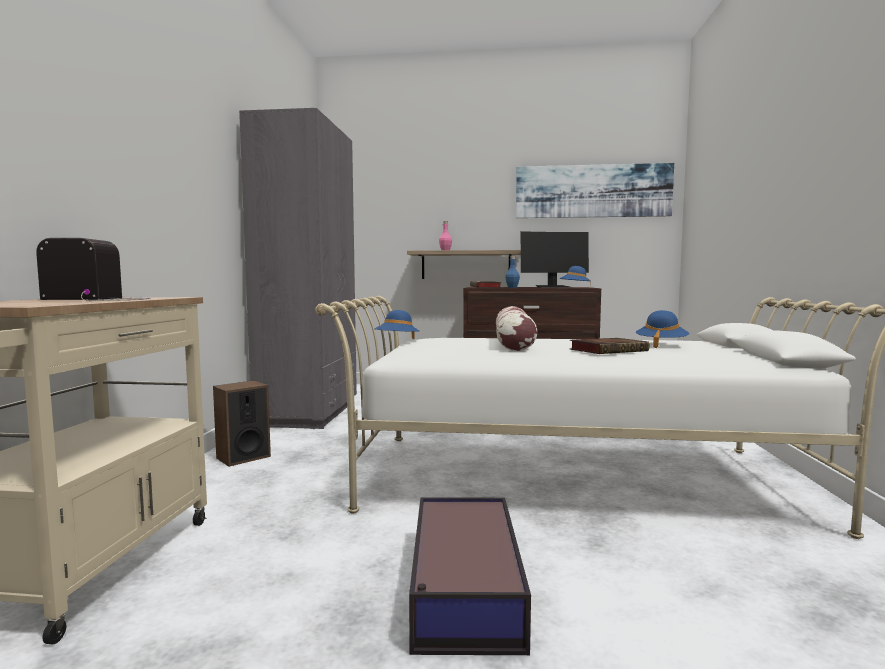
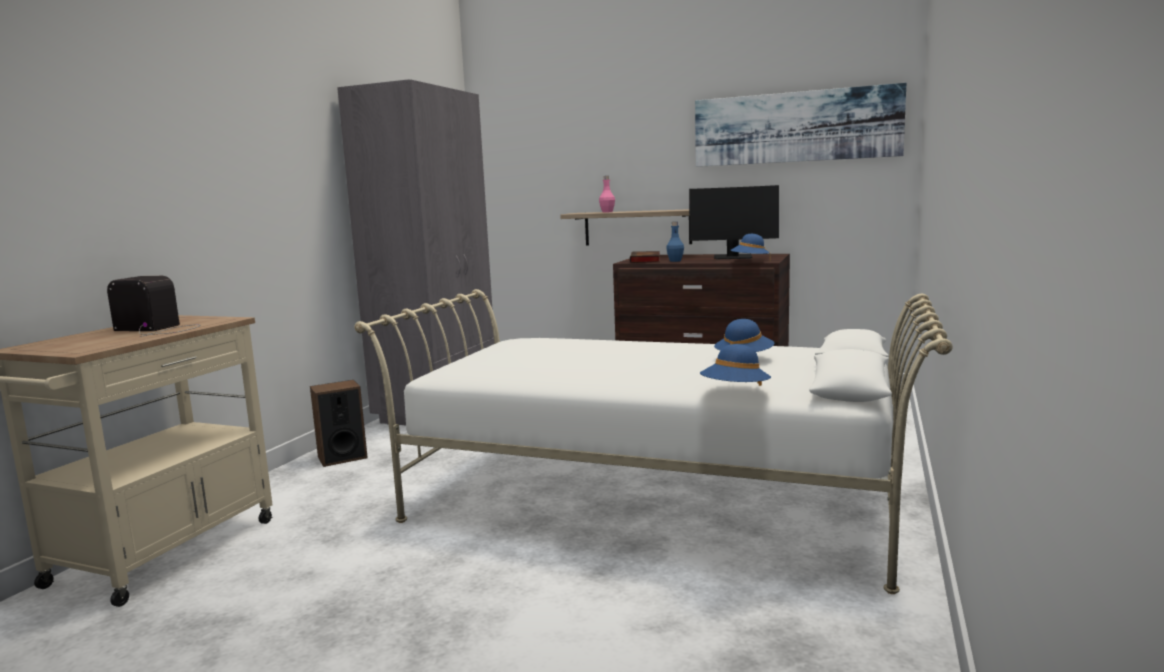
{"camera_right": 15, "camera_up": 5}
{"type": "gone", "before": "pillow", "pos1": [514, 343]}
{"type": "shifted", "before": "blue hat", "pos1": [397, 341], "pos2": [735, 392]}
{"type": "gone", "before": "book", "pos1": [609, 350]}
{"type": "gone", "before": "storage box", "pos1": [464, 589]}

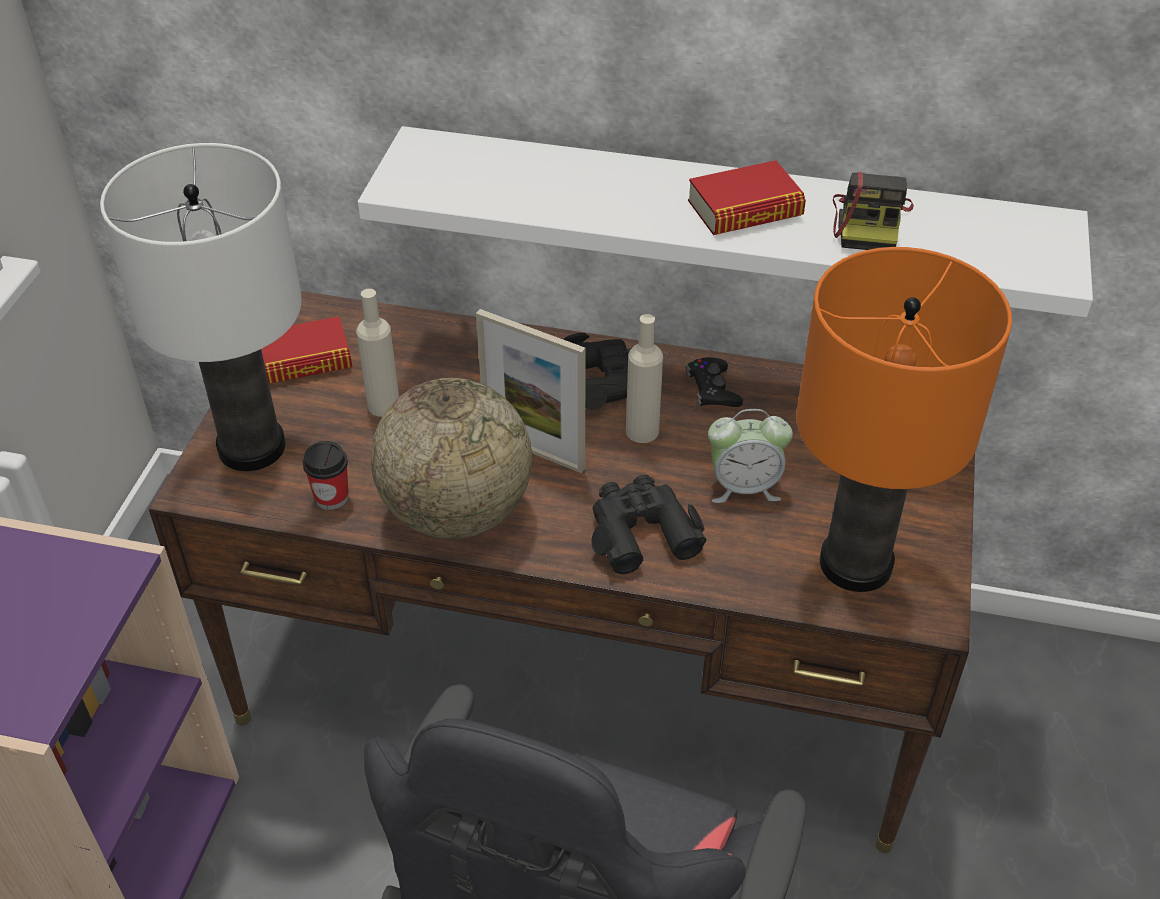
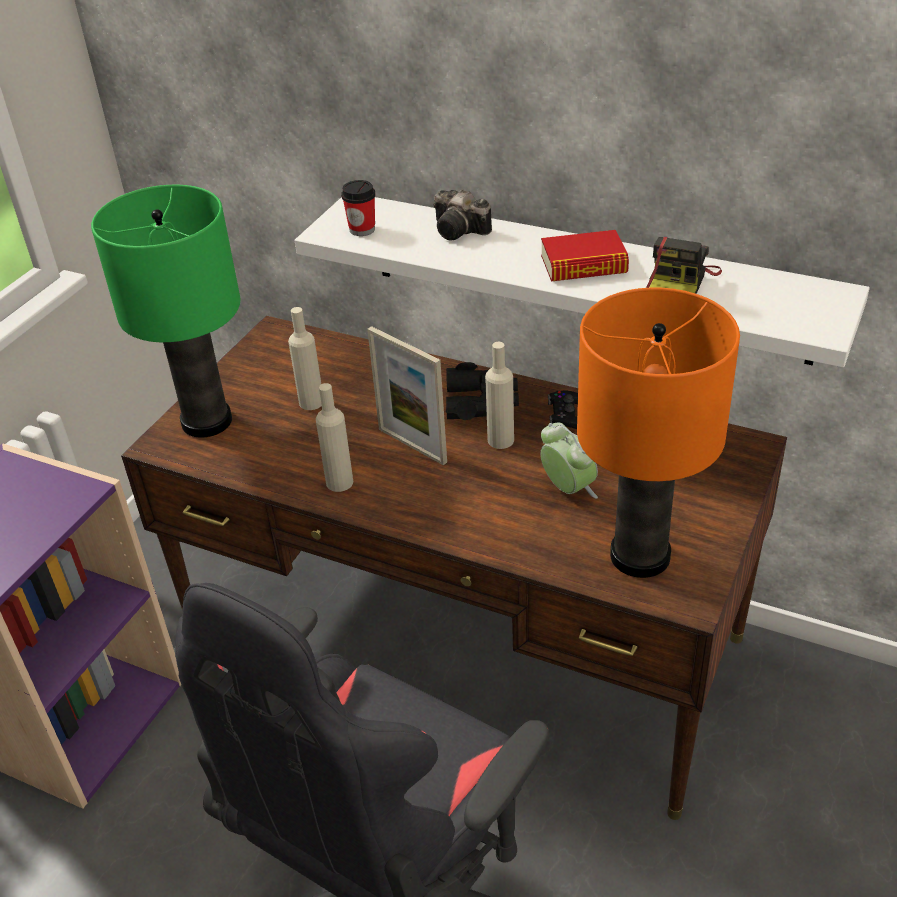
{"camera_right": 15, "camera_up": -5}
{"type": "repainted", "before": "white table lamp", "after": "green table lamp", "pos1": [252, 448], "pos2": [207, 422]}
{"type": "gone", "before": "book", "pos1": [306, 359]}
{"type": "swapped", "before": "globe", "after": "beige bottle", "pos1": [456, 512], "pos2": [339, 482]}
{"type": "rotated", "before": "alarm clock", "pos1": [744, 487], "pos2": [568, 489], "turn": -135}
{"type": "shifted", "before": "cup", "pos1": [331, 497], "pos2": [362, 229]}
{"type": "gone", "before": "black binoculars", "pos1": [641, 531]}
{"type": "new", "after": "photo camera", "pos2": [461, 231]}

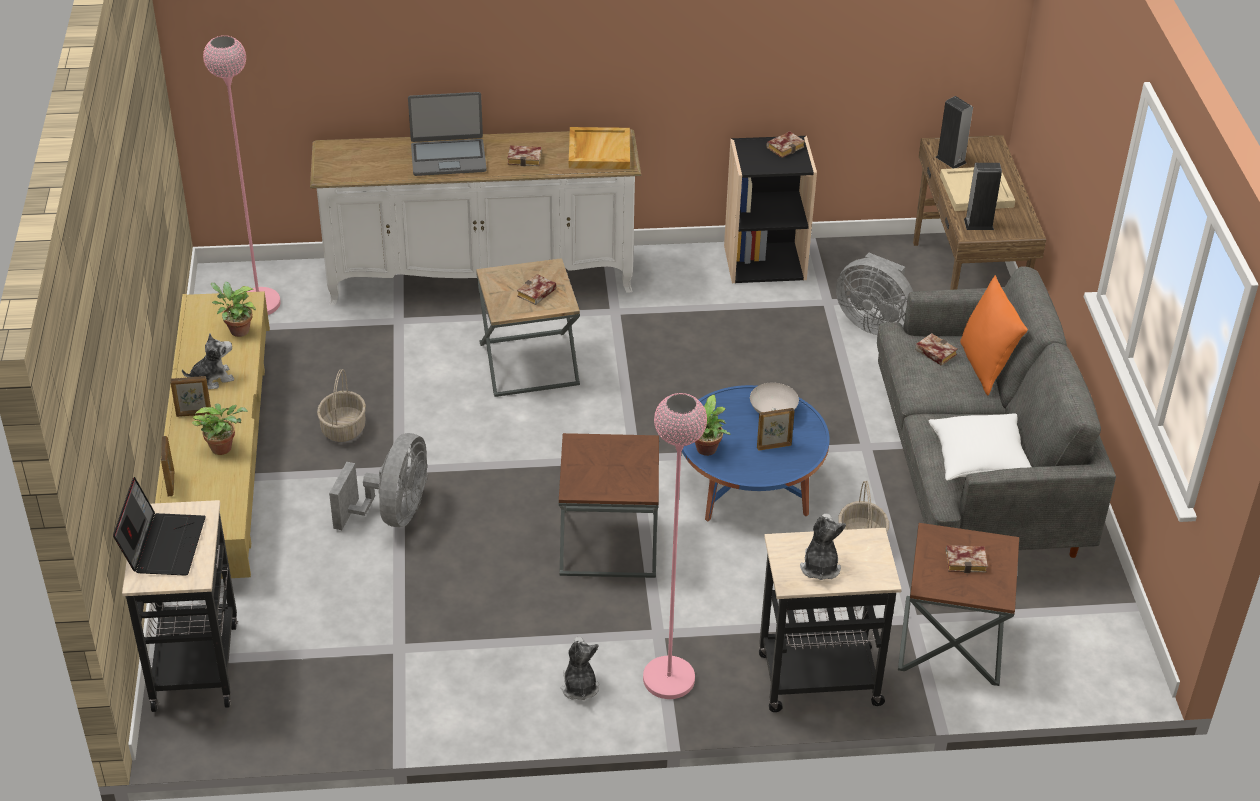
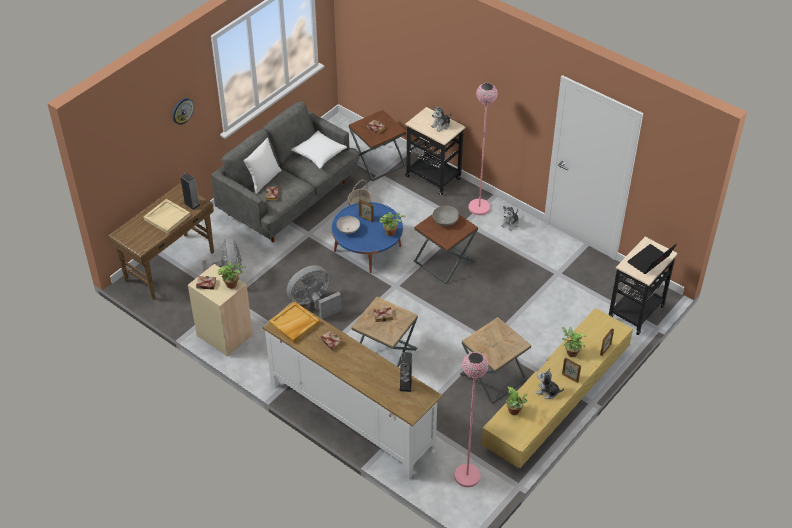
{"camera_right": -135, "camera_up": 5}
{"type": "gone", "before": "laptop", "pos1": [448, 158]}
{"type": "shifted", "before": "speaker", "pos1": [950, 160], "pos2": [405, 384]}
{"type": "repainted", "before": "black bookcase", "after": "beige bookcase", "pos1": [765, 262], "pos2": [223, 335]}
{"type": "repainted", "before": "orange pillow", "after": "white pillow", "pos1": [985, 366], "pos2": [264, 180]}
{"type": "swapped", "before": "basket", "after": "brown side table", "pos1": [343, 428], "pos2": [493, 377]}
{"type": "shifted", "before": "grey fan", "pos1": [393, 514], "pos2": [313, 303]}
{"type": "new", "after": "wall clock", "pos2": [182, 111]}
{"type": "new", "after": "grey bowl", "pos2": [445, 221]}
{"type": "new", "after": "potted plant", "pos2": [233, 284]}

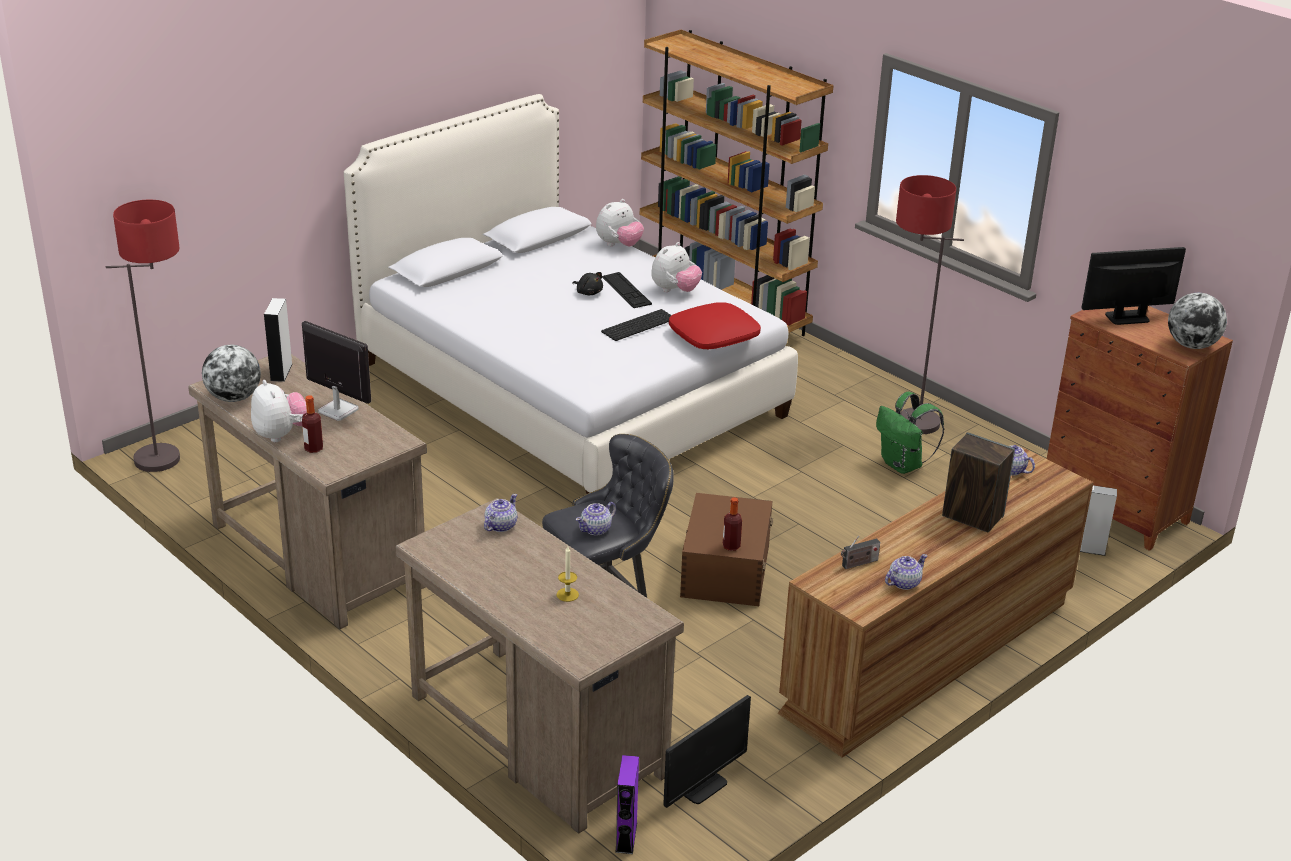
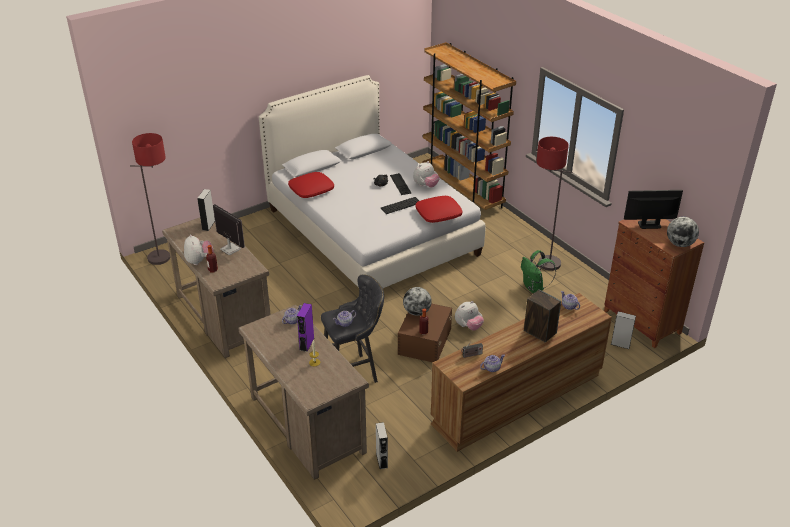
{"camera_right": 10, "camera_up": 5}
{"type": "shifted", "before": "plush toy", "pos1": [619, 245], "pos2": [468, 326]}
{"type": "shifted", "before": "globe", "pos1": [234, 398], "pos2": [417, 312]}
{"type": "swapped", "before": "monitor", "after": "grey speaker", "pos1": [702, 786], "pos2": [382, 460]}
{"type": "shifted", "before": "purple speaker", "pos1": [626, 837], "pos2": [306, 344]}
{"type": "new", "after": "red pillow", "pos2": [311, 189]}

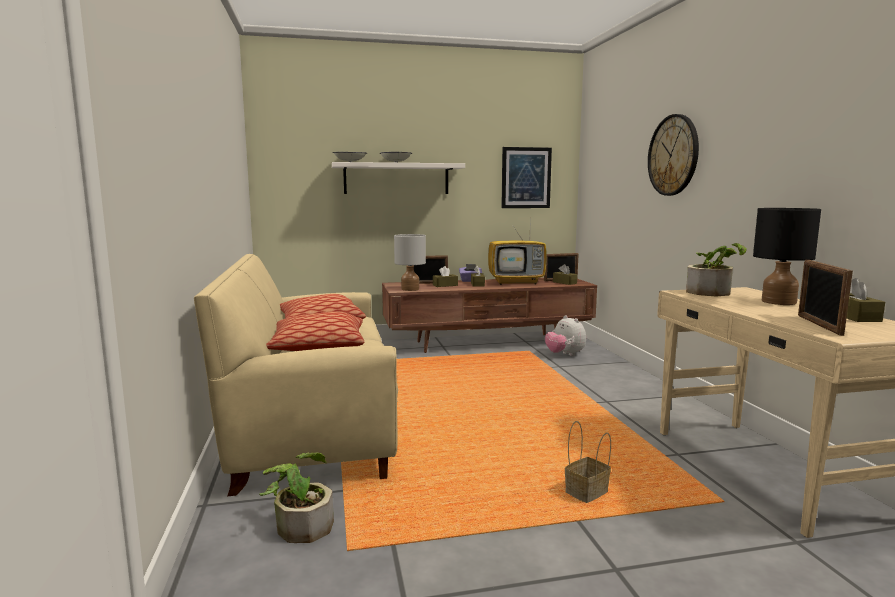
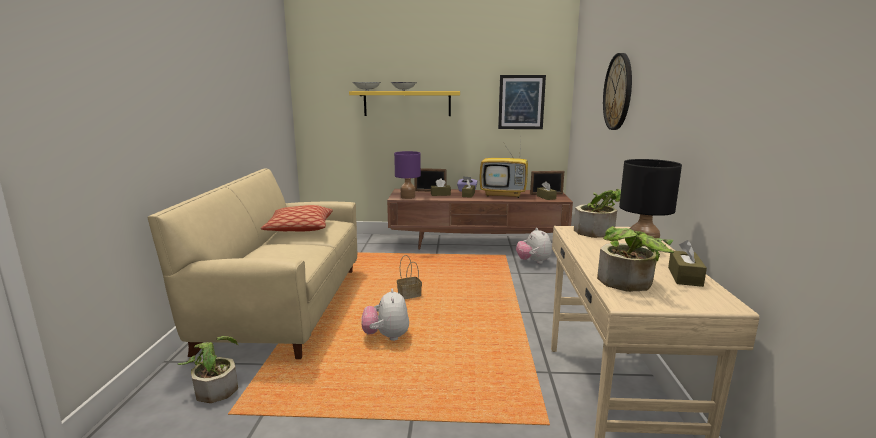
{"camera_right": 15, "camera_up": 5}
{"type": "repainted", "before": "white shelf", "after": "yellow shelf", "pos1": [396, 179], "pos2": [407, 103]}
{"type": "repainted", "before": "grey table lamp", "after": "purple table lamp", "pos1": [410, 289], "pos2": [408, 197]}
{"type": "swapped", "before": "picture frame", "after": "potted plant", "pos1": [819, 325], "pos2": [629, 284]}
{"type": "gone", "before": "pillow", "pos1": [318, 347]}
{"type": "shifted", "before": "basket", "pos1": [586, 493], "pos2": [408, 295]}
{"type": "new", "after": "plush toy", "pos2": [386, 337]}

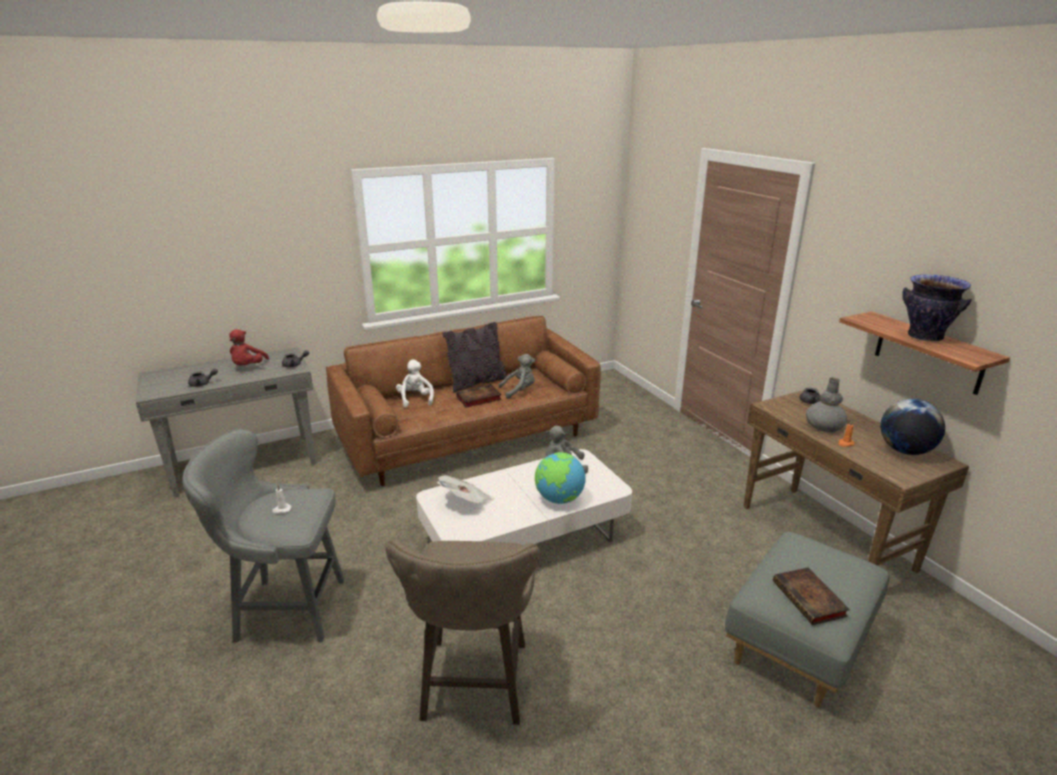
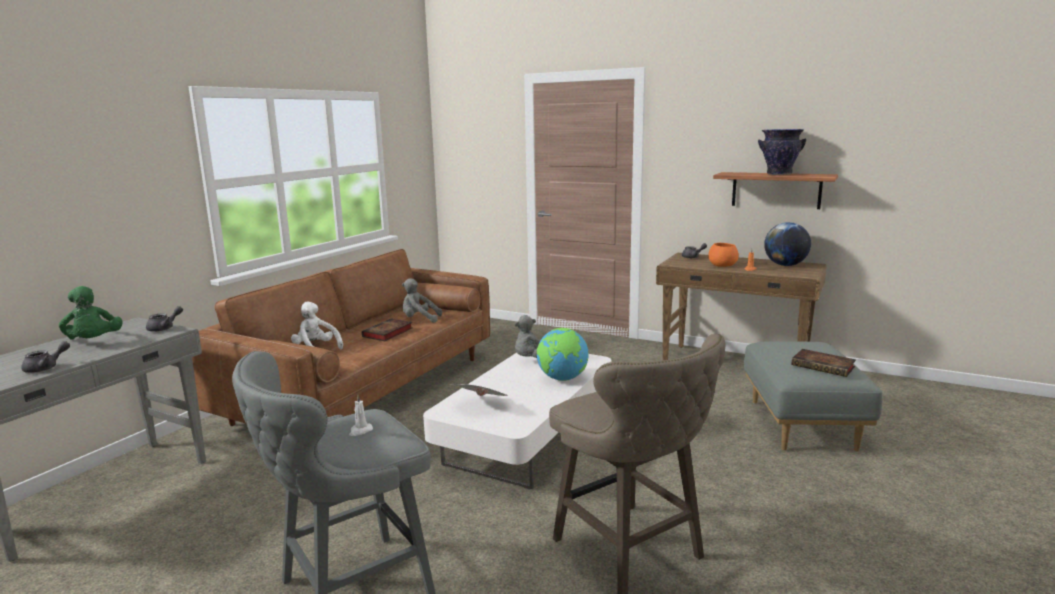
{"camera_right": -35, "camera_up": -10}
{"type": "gone", "before": "black pillow", "pos1": [476, 382]}
{"type": "repainted", "before": "red plush toy", "after": "green plush toy", "pos1": [248, 367], "pos2": [94, 342]}
{"type": "rotated", "before": "grey plush toy", "pos1": [519, 391], "pos2": [419, 320], "turn": -120}
{"type": "swapped", "before": "grey vase", "after": "orange bowl", "pos1": [824, 426], "pos2": [722, 265]}

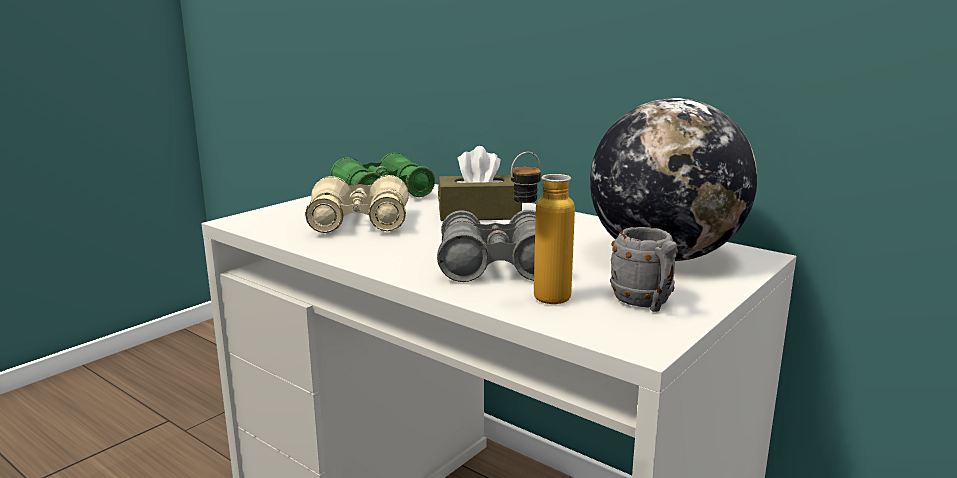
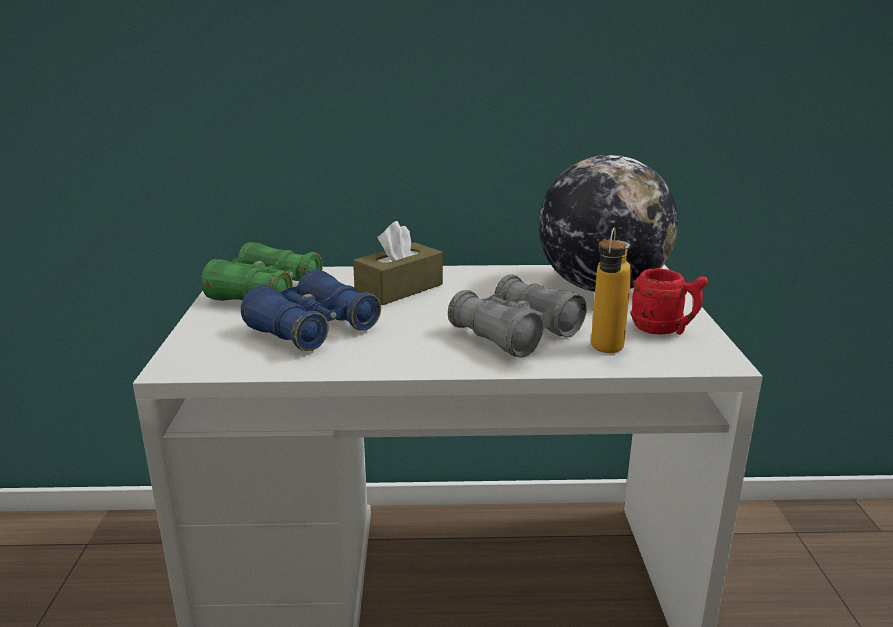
{"camera_right": -40, "camera_up": 5}
{"type": "repainted", "before": "beige binoculars", "after": "blue binoculars", "pos1": [359, 223], "pos2": [313, 329]}
{"type": "repainted", "before": "grey mug", "after": "red mug", "pos1": [646, 304], "pos2": [664, 330]}

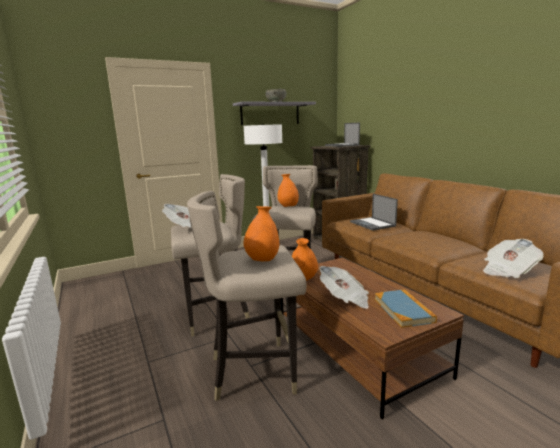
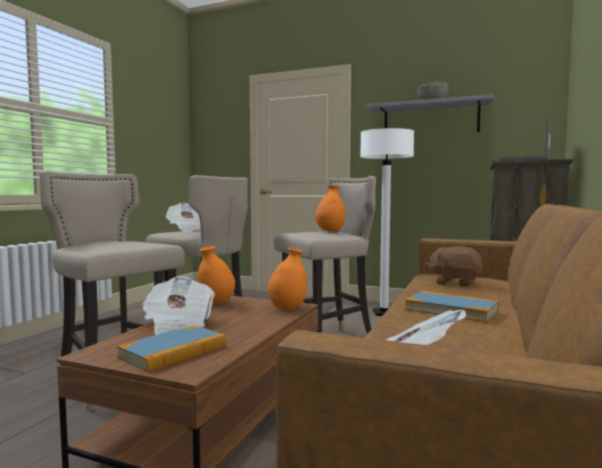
{"camera_right": 50, "camera_up": -10}
{"type": "swapped", "before": "laptop", "after": "brown plush toy", "pos1": [373, 224], "pos2": [455, 283]}
{"type": "shifted", "before": "orange vase", "pos1": [262, 260], "pos2": [287, 308]}
{"type": "new", "after": "book", "pos2": [451, 310]}

